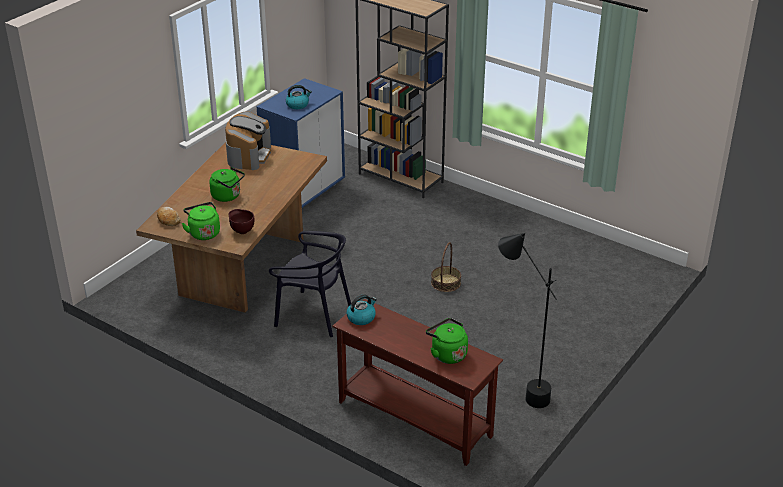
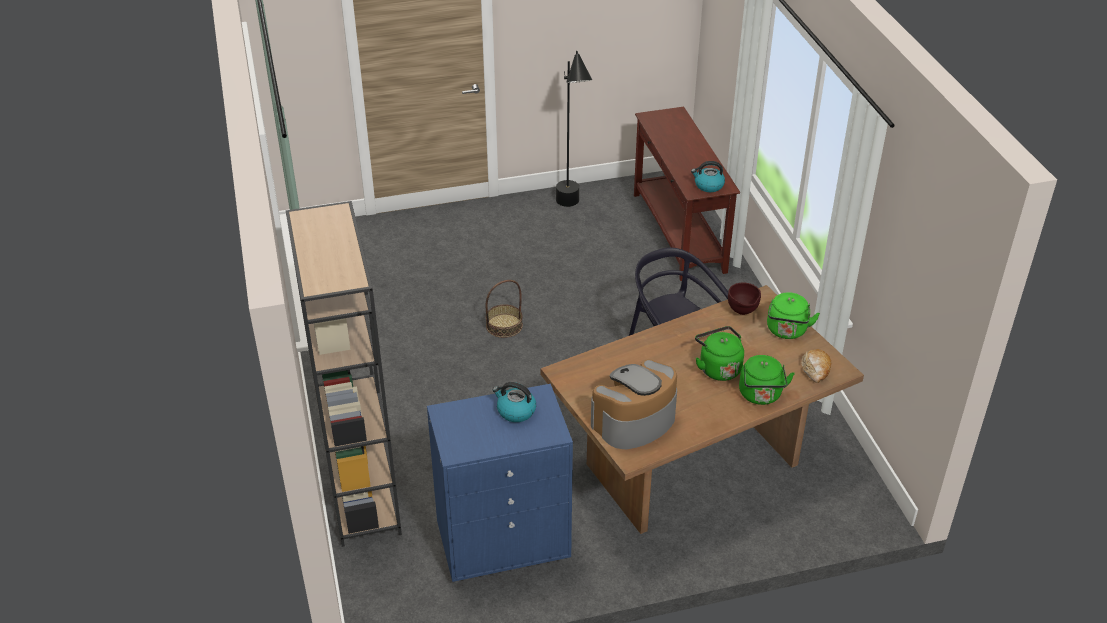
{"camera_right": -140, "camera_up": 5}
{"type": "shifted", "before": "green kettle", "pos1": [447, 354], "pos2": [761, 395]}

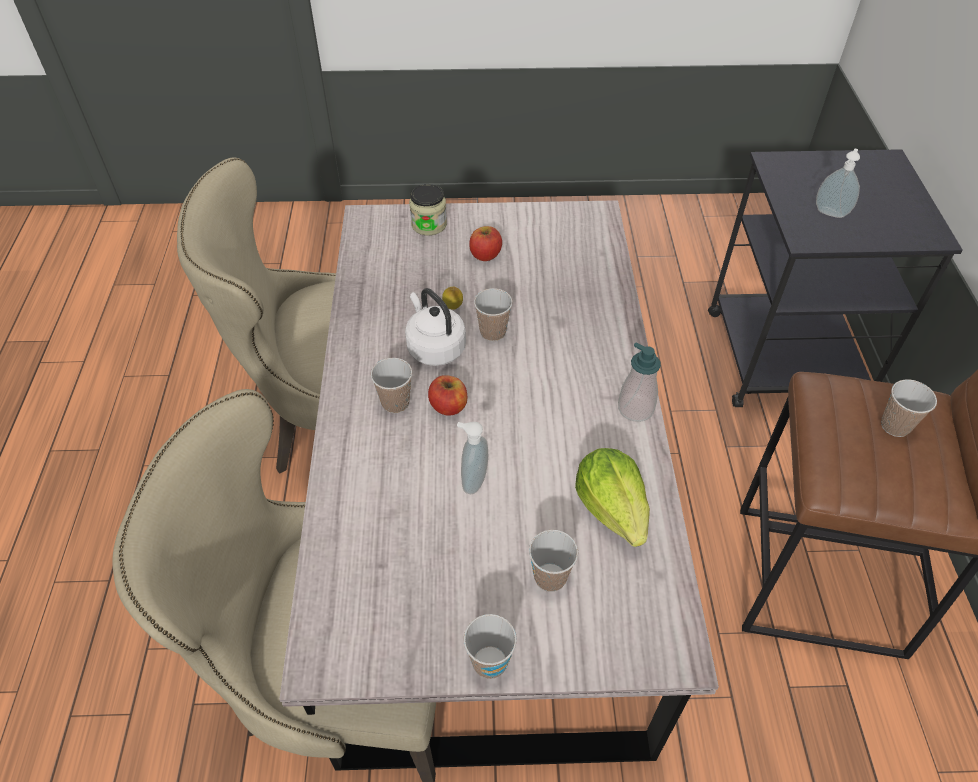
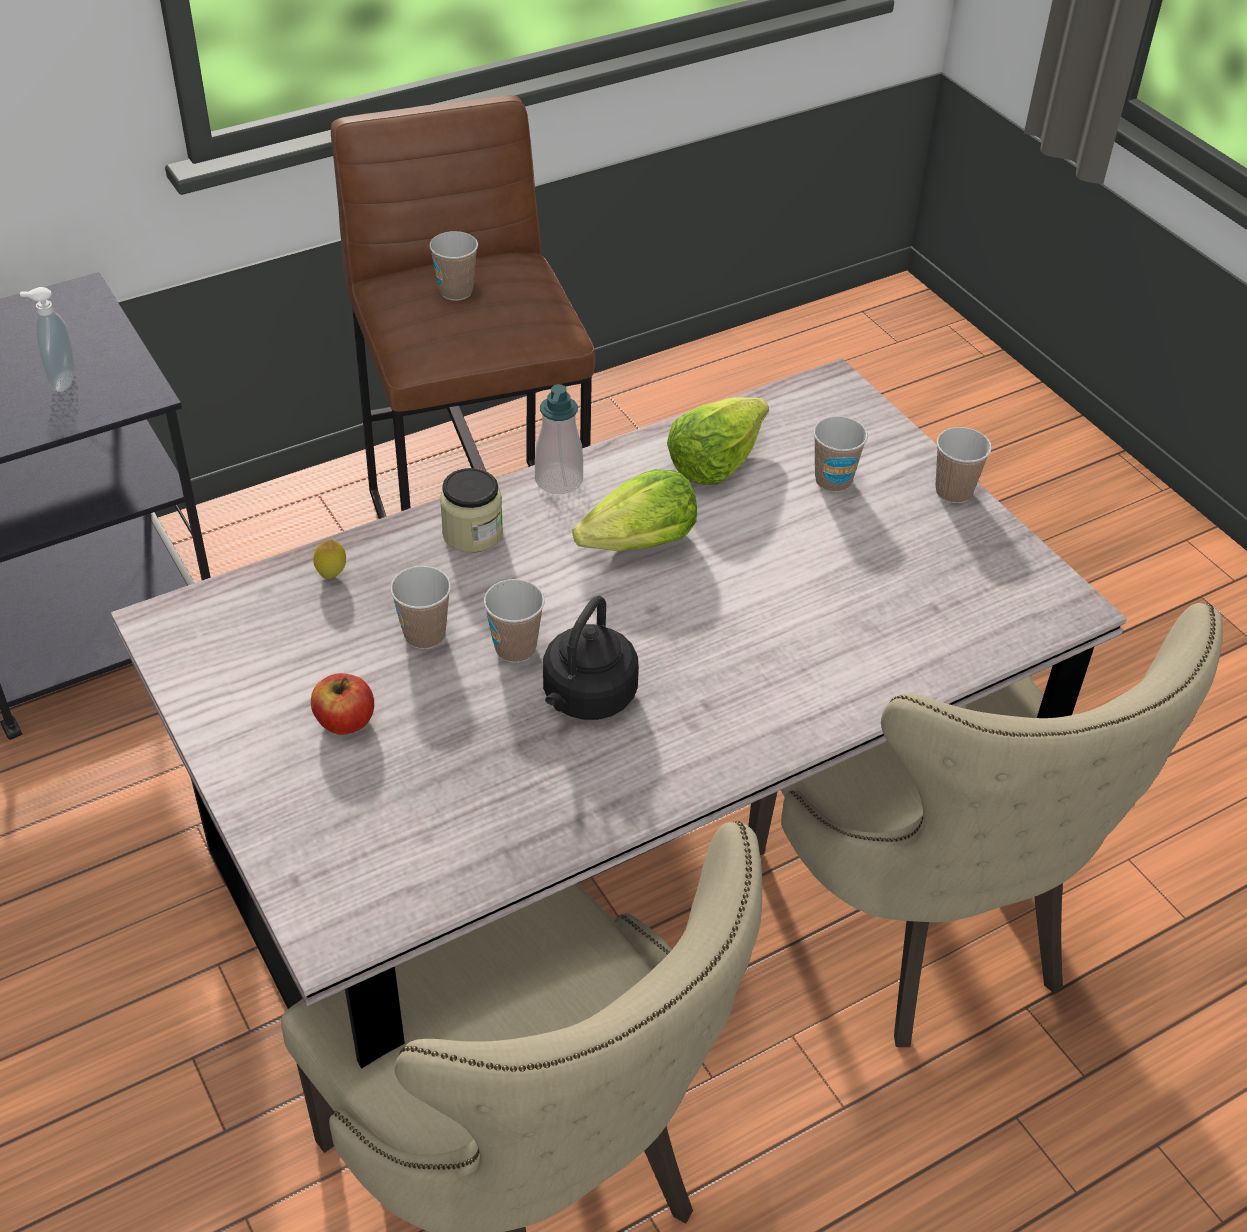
{"camera_right": -120, "camera_up": -5}
{"type": "shifted", "before": "jar", "pos1": [429, 224], "pos2": [472, 533]}
{"type": "shifted", "before": "lemon", "pos1": [453, 308], "pos2": [332, 575]}
{"type": "repainted", "before": "white kettle", "after": "black kettle", "pos1": [434, 347], "pos2": [587, 698]}
{"type": "shifted", "before": "cup", "pos1": [395, 403], "pos2": [424, 635]}
{"type": "gone", "before": "apple", "pos1": [448, 406]}
{"type": "gone", "before": "soap dispenser", "pos1": [472, 480]}
{"type": "new", "after": "lettuce", "pos2": [640, 543]}

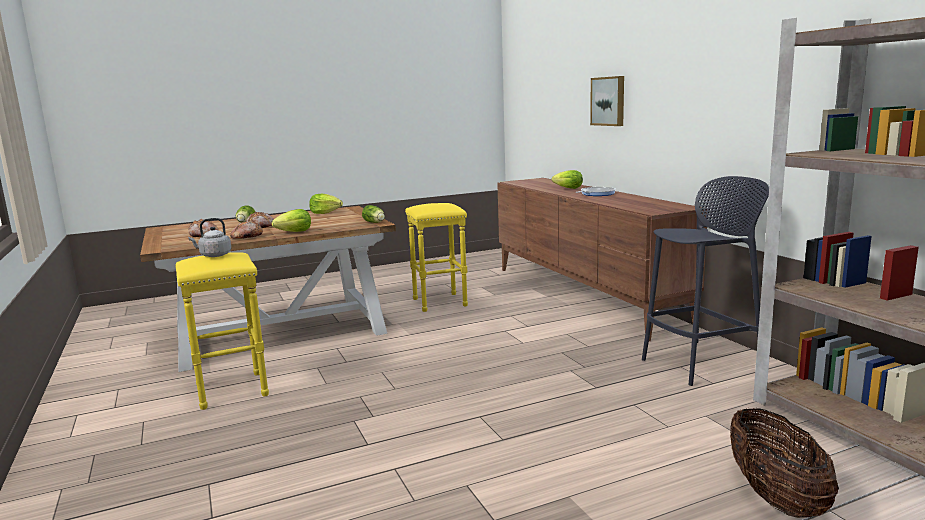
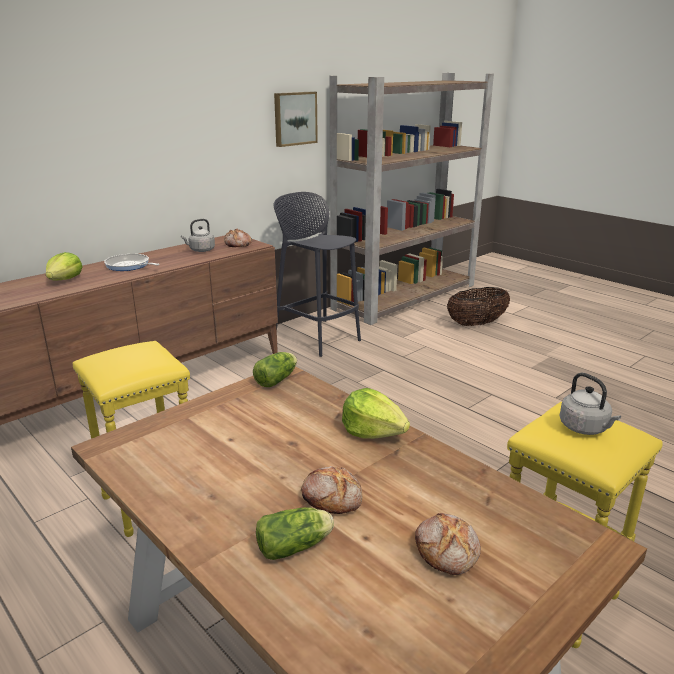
{"camera_right": -110, "camera_up": 10}
{"type": "shifted", "before": "picture", "pos1": [609, 101], "pos2": [294, 118]}
{"type": "gone", "before": "lettuce", "pos1": [325, 213]}
{"type": "shifted", "before": "bread", "pos1": [246, 237], "pos2": [238, 244]}
{"type": "new", "after": "grey kettle", "pos2": [200, 250]}

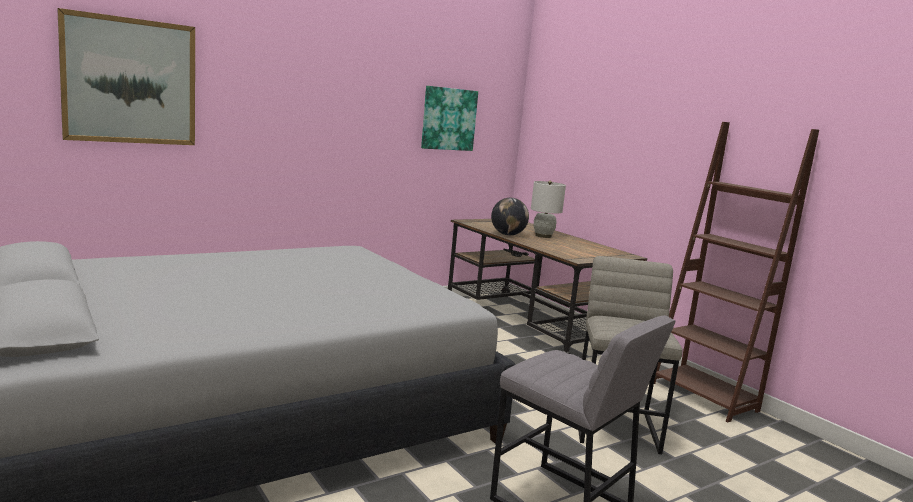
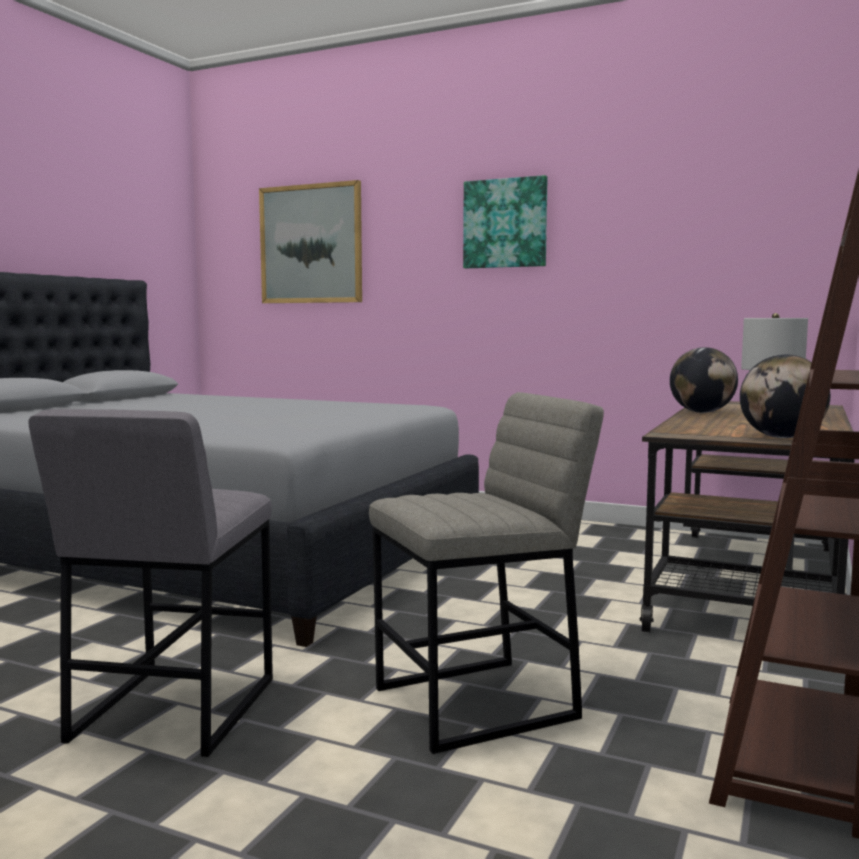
{"camera_right": 60, "camera_up": -5}
{"type": "shifted", "before": "picture", "pos1": [448, 119], "pos2": [505, 223]}
{"type": "new", "after": "globe", "pos2": [781, 438]}

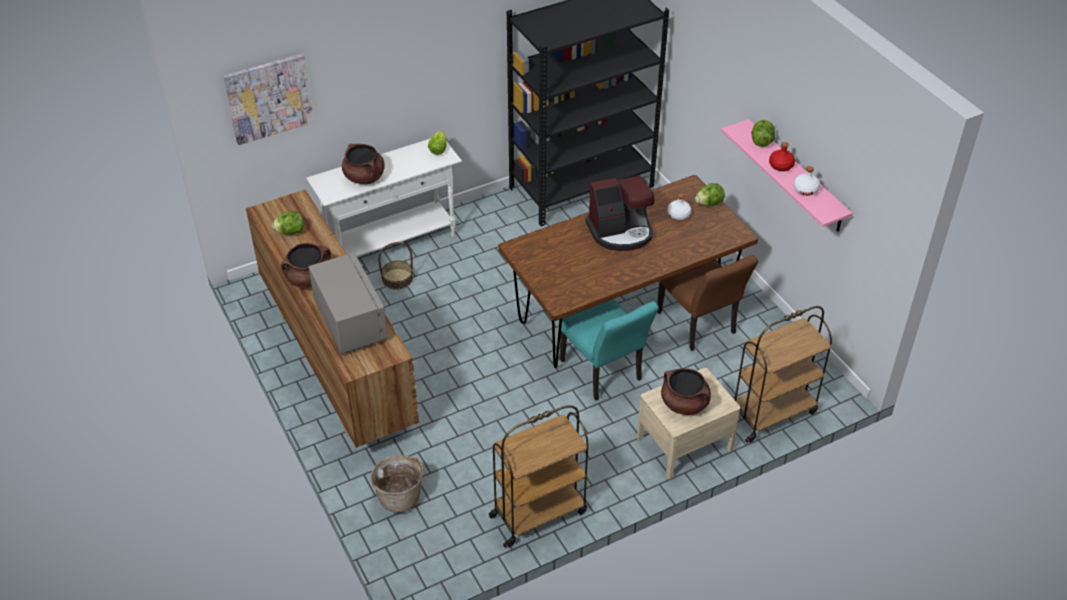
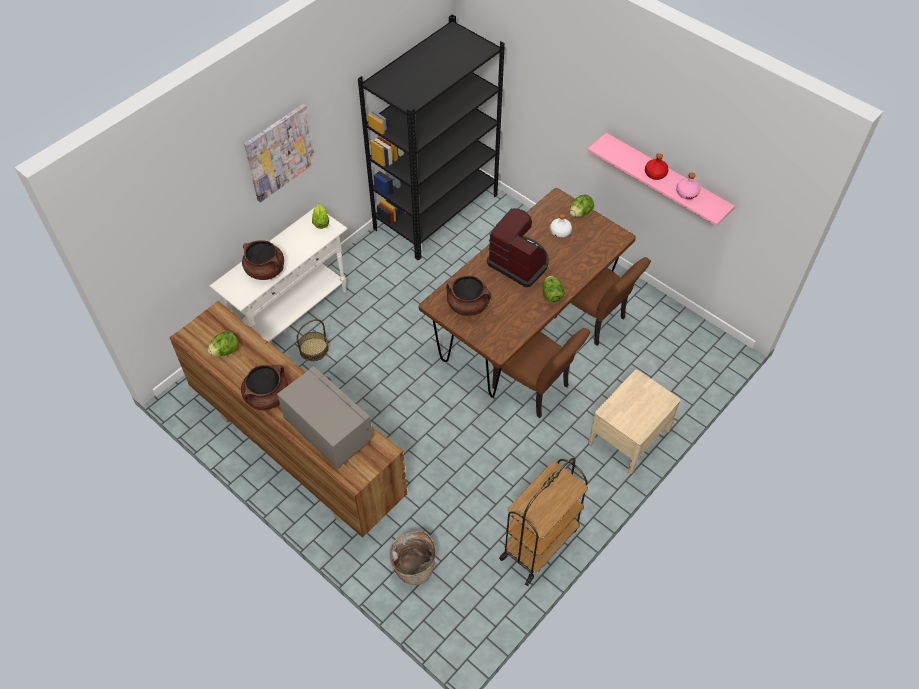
{"camera_right": -20, "camera_up": 10}
{"type": "shifted", "before": "picture", "pos1": [269, 98], "pos2": [279, 152]}
{"type": "shifted", "before": "lettuce", "pos1": [761, 141], "pos2": [551, 295]}
{"type": "repainted", "before": "white bottle", "after": "pink bottle", "pos1": [805, 189], "pos2": [687, 192]}
{"type": "rotated", "before": "coffee machine", "pos1": [621, 232], "pos2": [519, 262], "turn": -105}
{"type": "repainted", "before": "turquoise chair", "after": "brown chair", "pos1": [604, 374], "pos2": [535, 390]}
{"type": "gone", "before": "brown cart", "pos1": [773, 414]}
{"type": "shifted", "before": "brown cooking pot", "pos1": [684, 404], "pos2": [468, 305]}

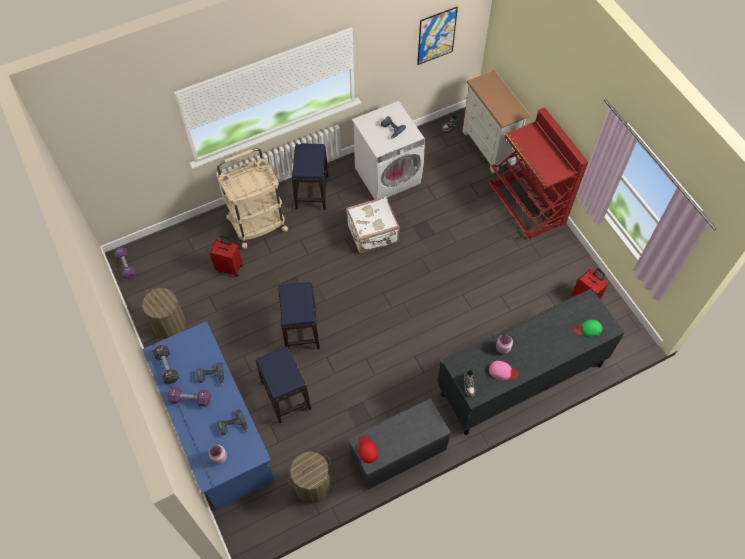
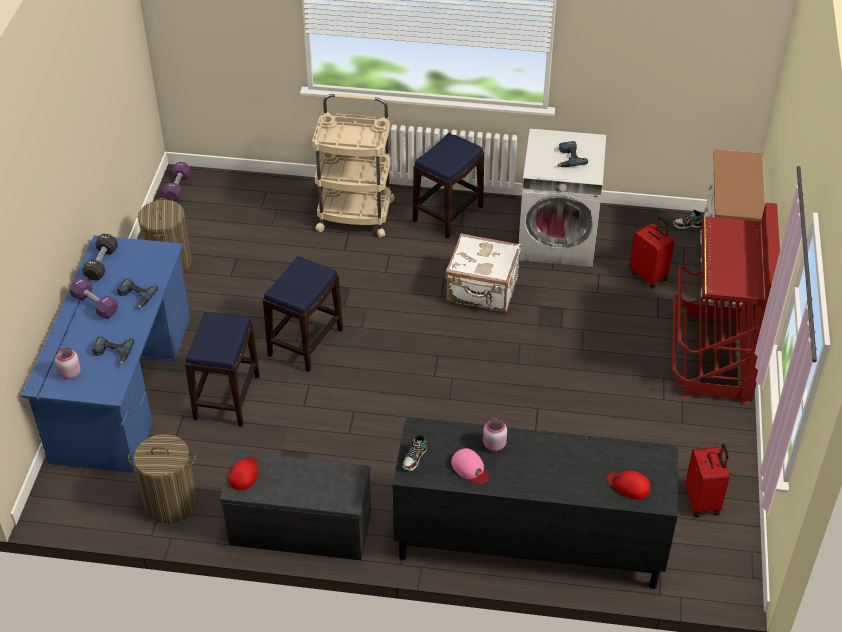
{"camera_right": 35, "camera_up": -15}
{"type": "gone", "before": "picture", "pos1": [436, 36]}
{"type": "shifted", "before": "red suitcase", "pos1": [230, 267], "pos2": [649, 275]}
{"type": "repainted", "before": "green cap", "after": "red cap", "pos1": [588, 329], "pos2": [628, 485]}

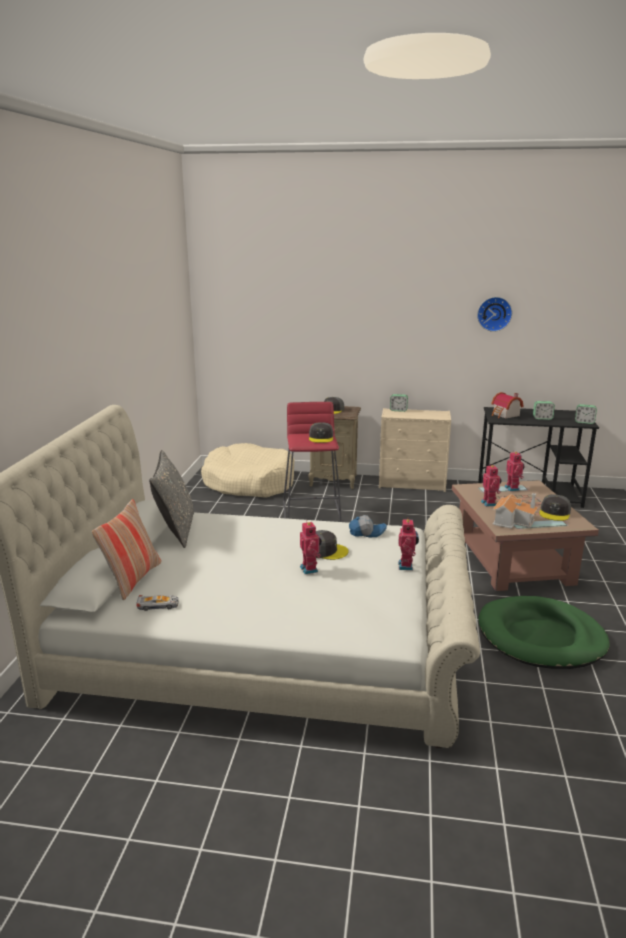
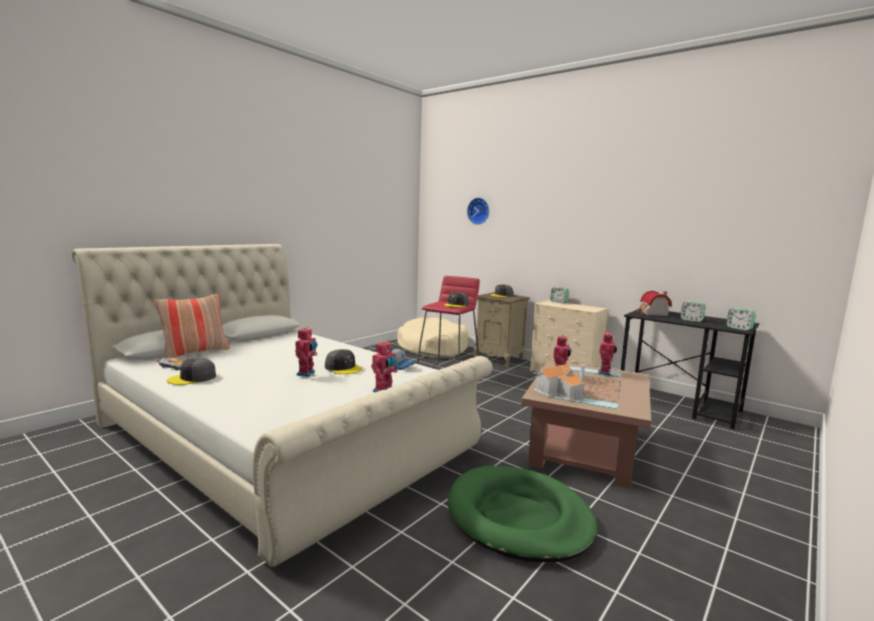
{"camera_right": 30, "camera_up": -10}
{"type": "shifted", "before": "wall clock", "pos1": [494, 313], "pos2": [479, 211]}
{"type": "gone", "before": "grey pillow", "pos1": [175, 530]}
{"type": "shifted", "before": "grey cap", "pos1": [555, 513], "pos2": [193, 378]}

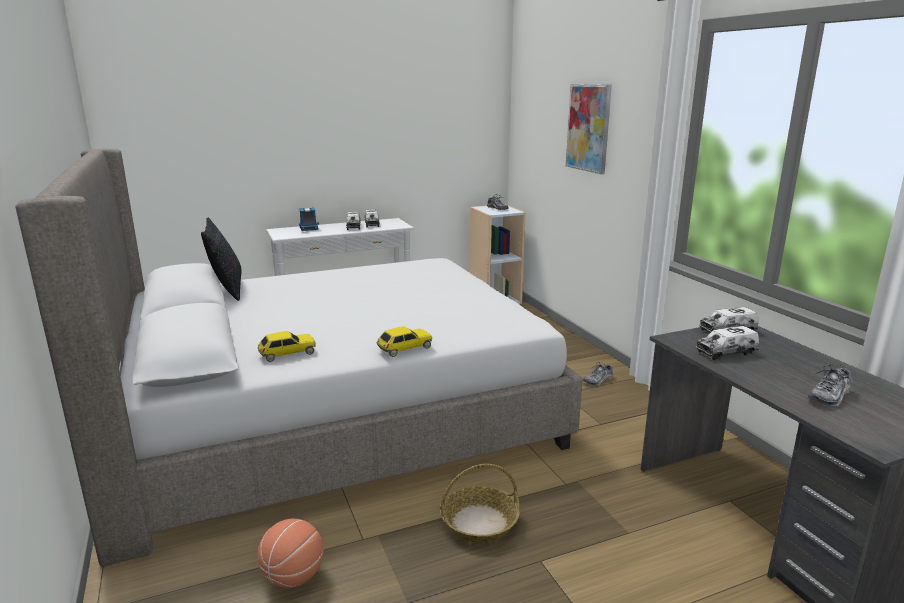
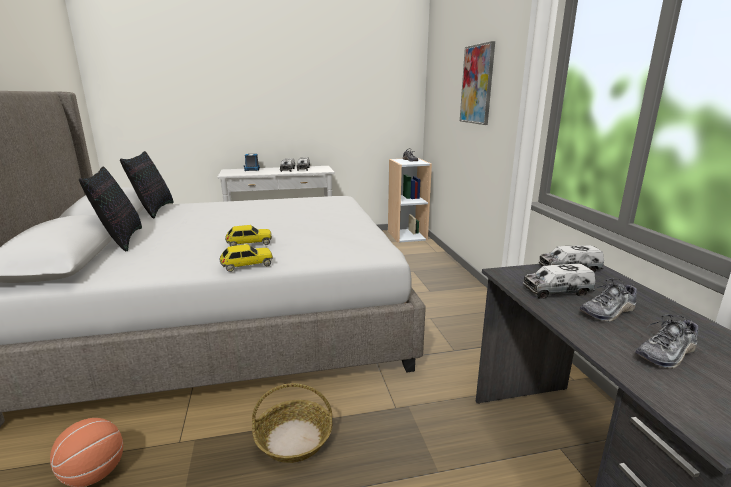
{"camera_right": 10, "camera_up": 0}
{"type": "shifted", "before": "toy car", "pos1": [287, 353], "pos2": [249, 243]}
{"type": "shifted", "before": "shoe", "pos1": [598, 380], "pos2": [608, 312]}
{"type": "new", "after": "black pillow", "pos2": [122, 240]}

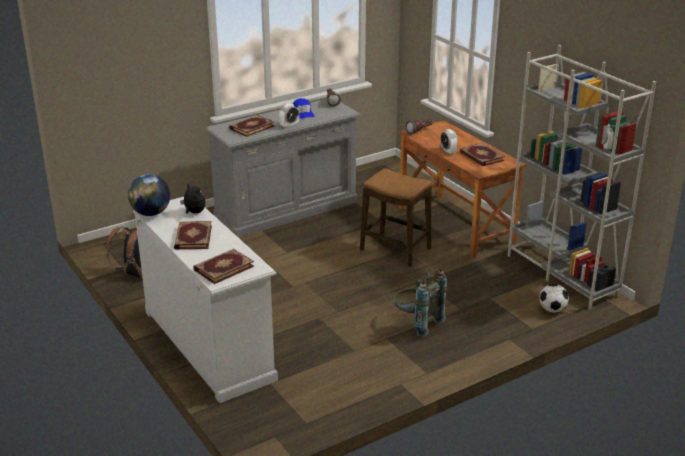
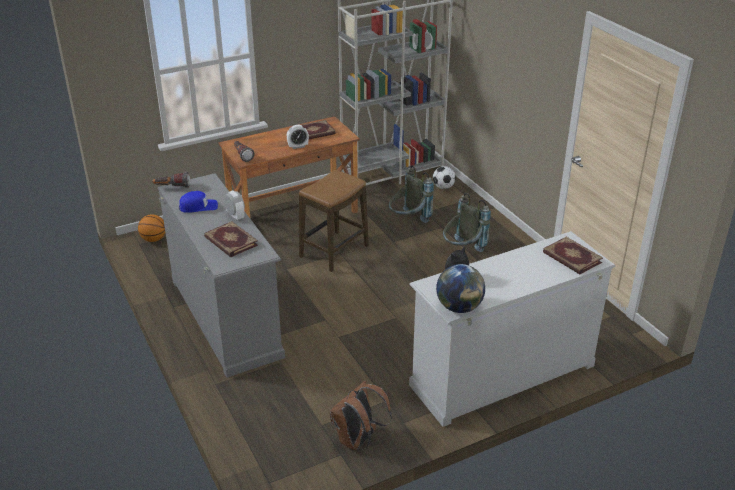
{"camera_right": -85, "camera_up": 5}
{"type": "gone", "before": "book", "pos1": [192, 237]}
{"type": "new", "after": "grey backpack", "pos2": [408, 221]}
{"type": "new", "after": "basketball", "pos2": [153, 239]}

